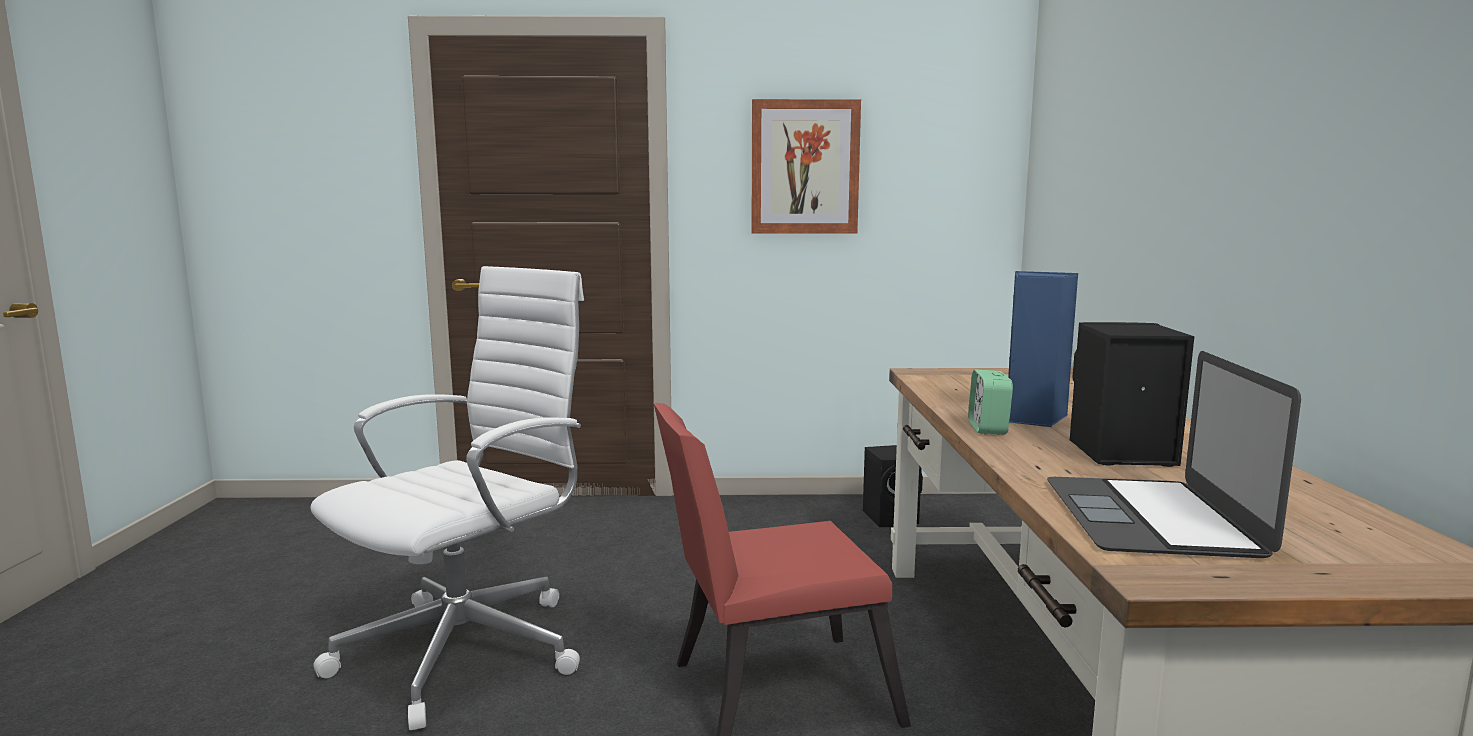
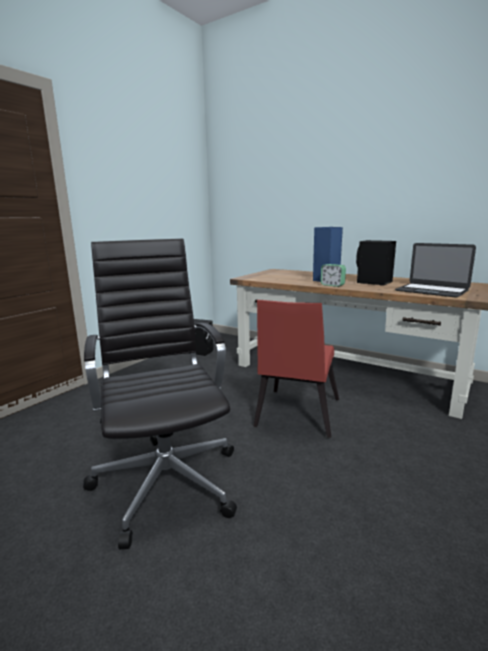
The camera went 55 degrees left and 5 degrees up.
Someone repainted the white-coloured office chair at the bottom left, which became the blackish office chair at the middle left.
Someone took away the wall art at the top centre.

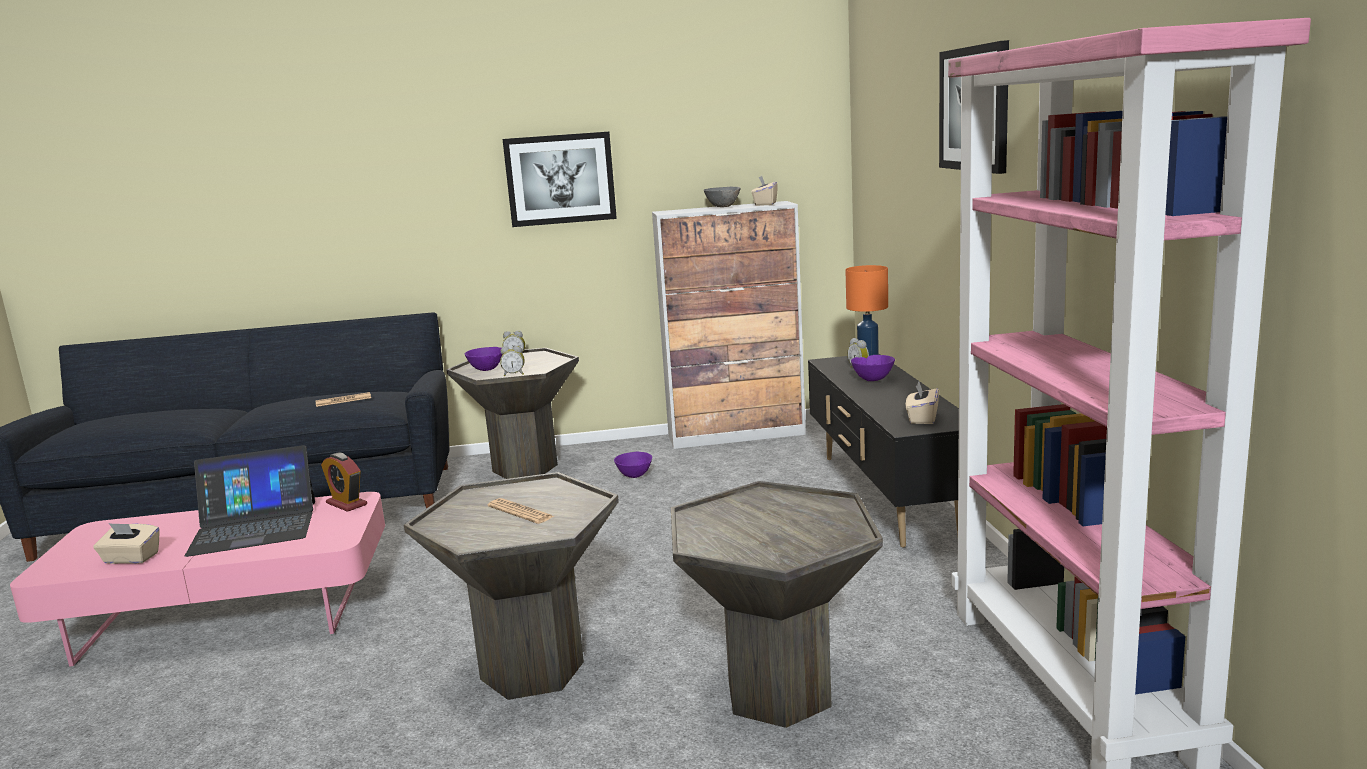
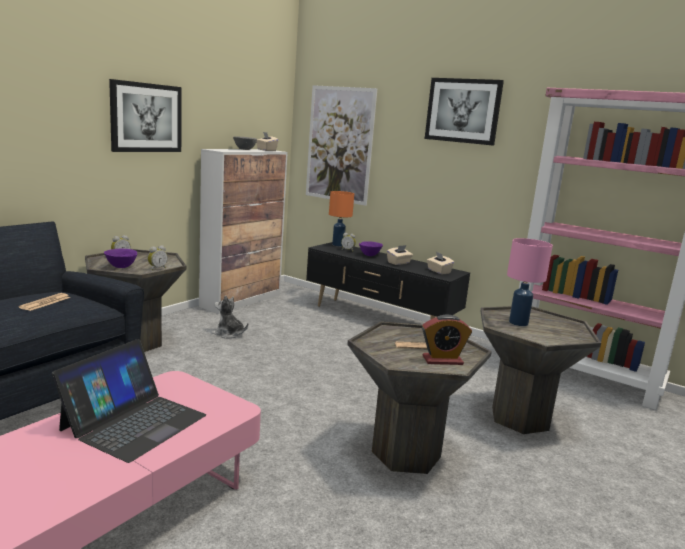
The camera went 50 degrees left and 0 degrees up.
Someone swapped the purplish deep dish (2nd from left) at the centre for the soft toy at the centre.
Someone put up the wall art (2nd from left) at the top centre.
Someone carried the sand-coloured tissue box (1st from left in the first image) from the bottom left to the centre.
Someone carried the table clock (1st from left in the first image) from the middle left to the centre.
Someone put down the pink tabletop lamp at the middle right.

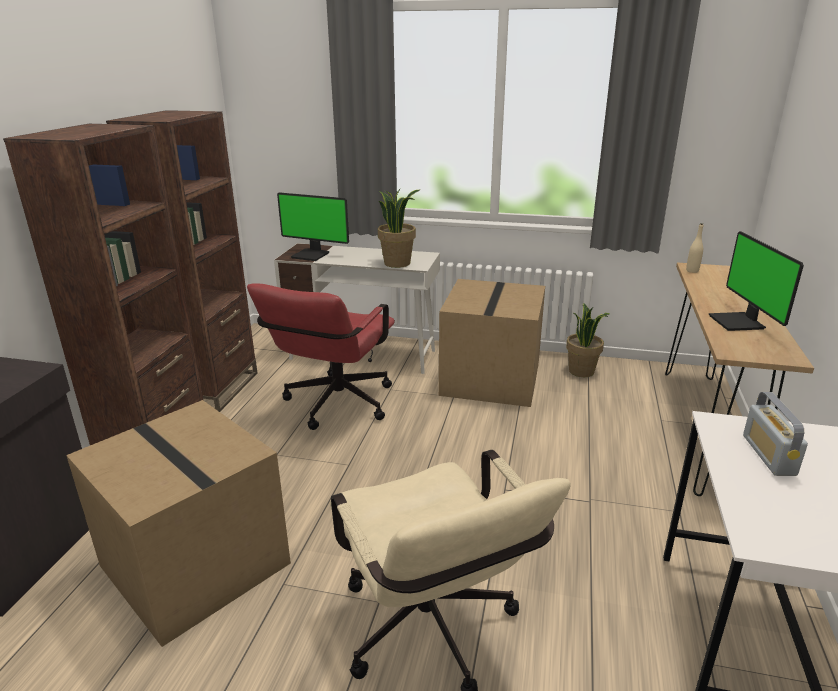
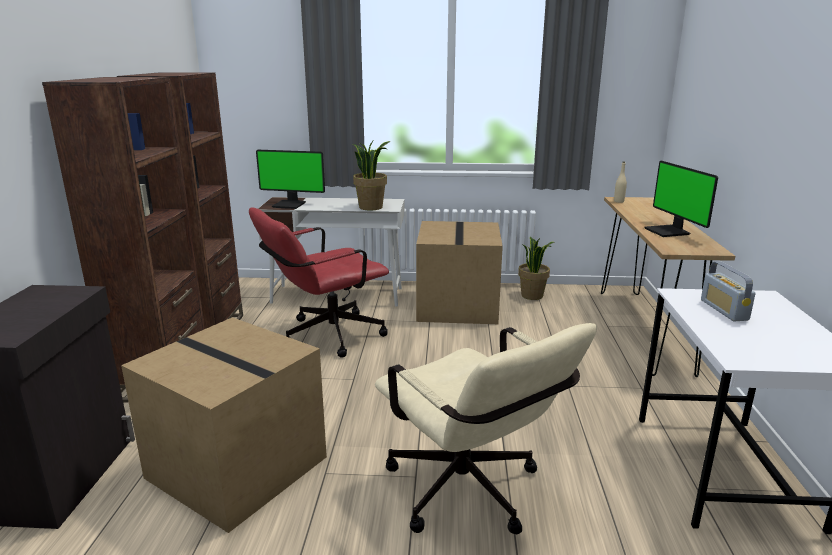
The camera went 10 degrees left and 5 degrees down.
Someone rotated the red office chair at the centre by 45 degrees clockwise.

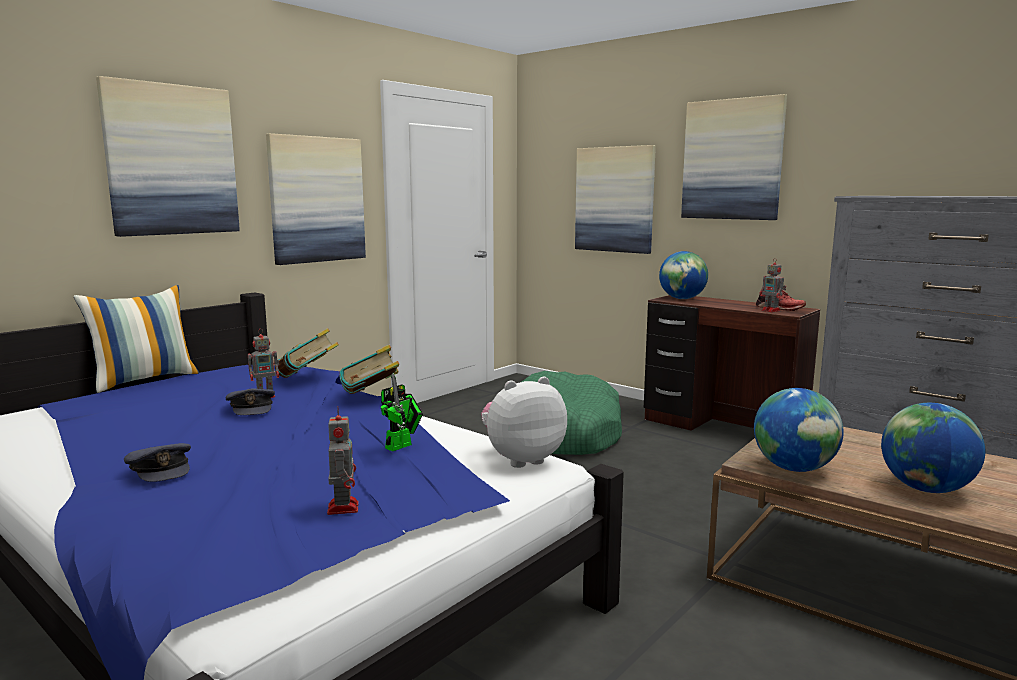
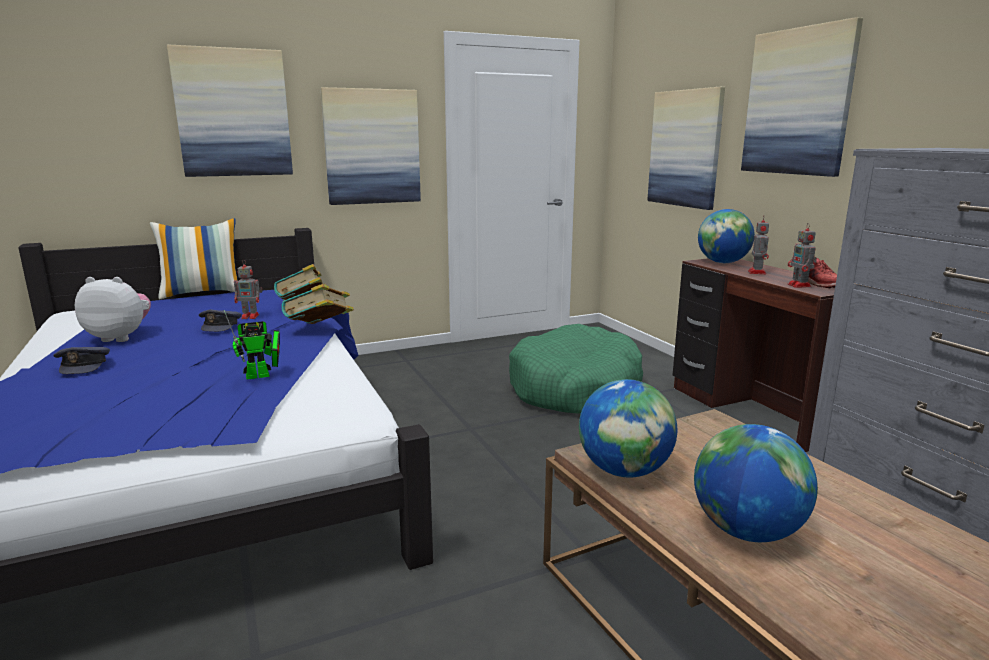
The camera went 25 degrees right and 5 degrees up.
Someone carried the soft toy from the centre to the middle left.
Someone carried the robot figure (2nd from left in the first image) from the bottom centre to the middle right.

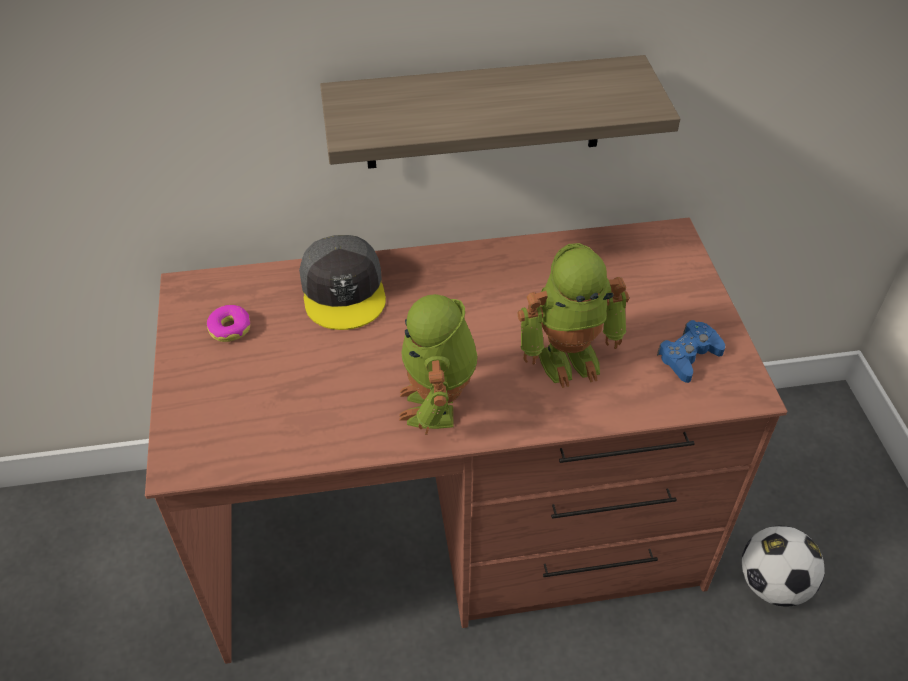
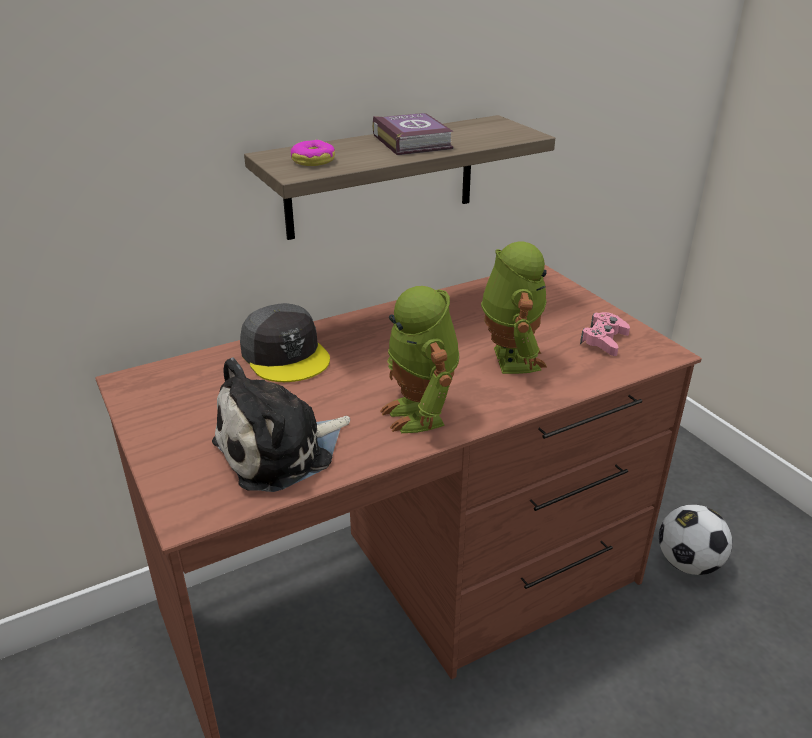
The camera went 20 degrees left and 15 degrees down.
Someone put down the soft toy at the centre.
Someone carried the ring doughnut from the middle left to the top centre.
Someone put down the bound book at the top centre.
Someone rotated the robot figure (2nd from left) at the centre by 60 degrees counterclockwise.
Someone repainted the blue-coloured gamepad at the middle right, which became the pink gamepad at the middle right.

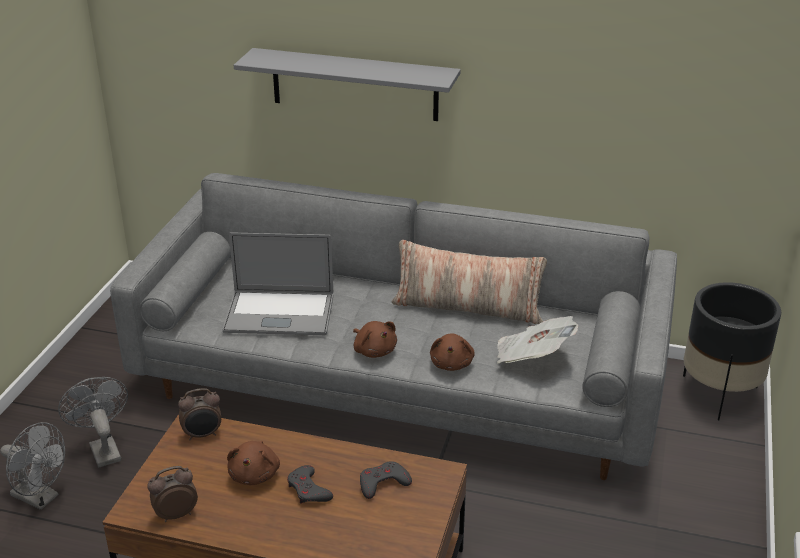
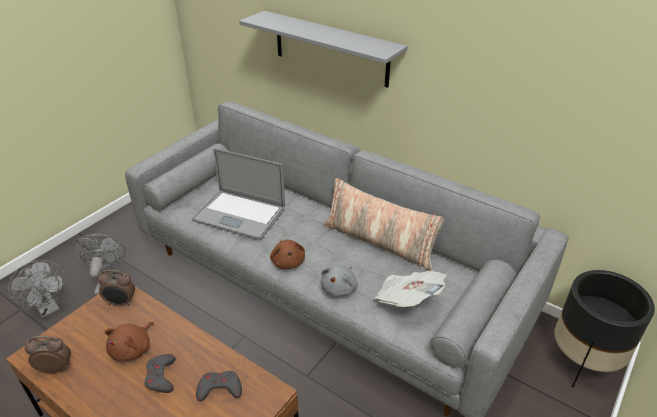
The camera went 20 degrees right and 5 degrees up.
Someone repainted the brownish soft toy (3rd from left) at the centre, which became the greyish soft toy at the bottom centre.

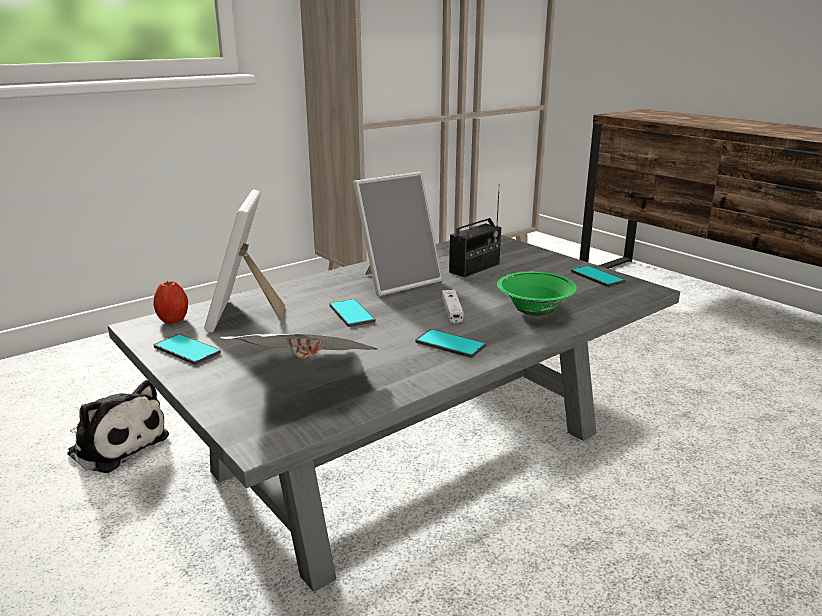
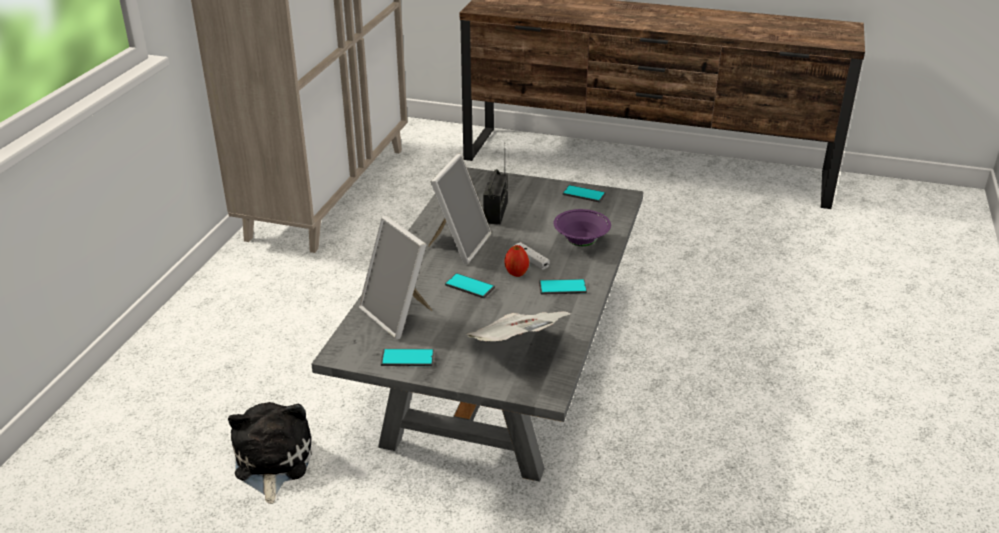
The camera went 35 degrees left and 10 degrees up.
Someone rotated the soft toy at the bottom left by 90 degrees counterclockwise.
Someone carried the apple from the middle left to the centre.
Someone repainted the green-coloured deep dish at the centre, which became the purplish deep dish at the centre.

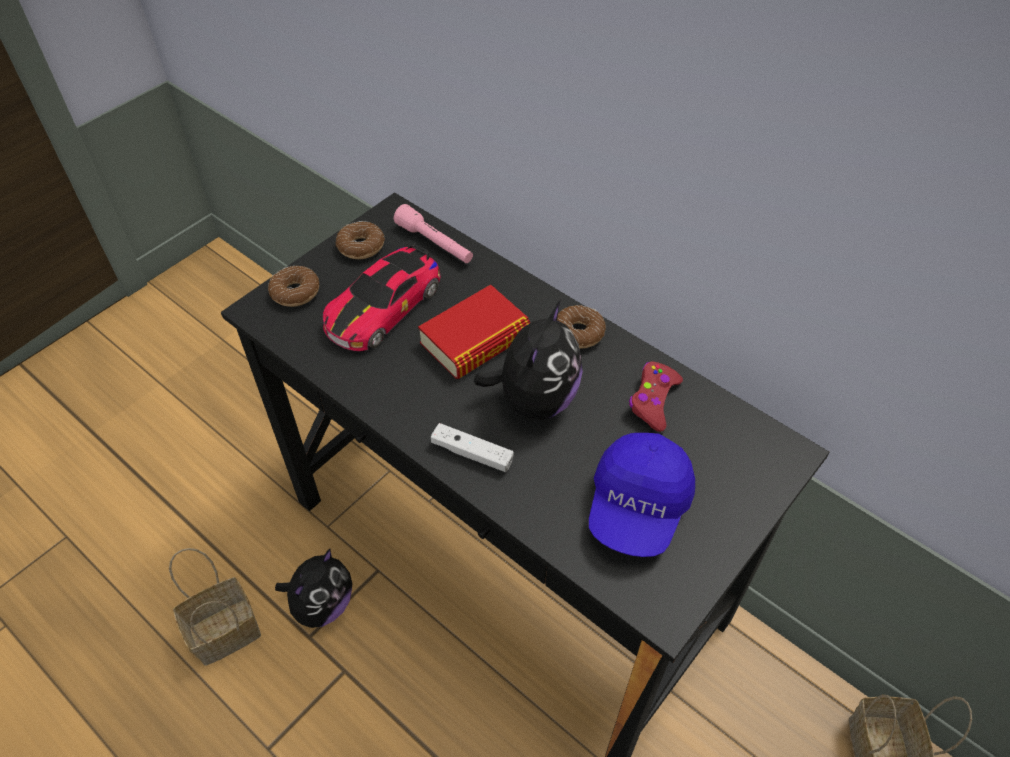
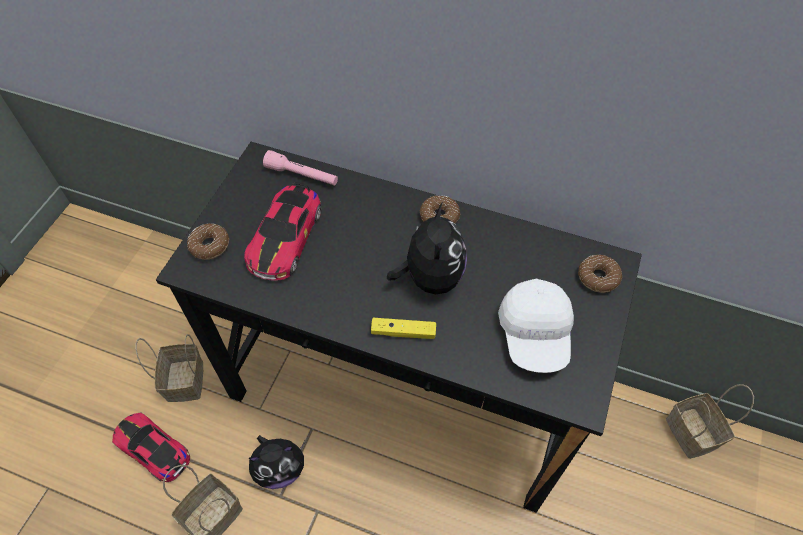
The camera went 20 degrees left and 5 degrees up.
Someone put down the model car (1st from left) at the bottom left.
Someone put down the storage basket (1st from left) at the bottom left.
Someone rotated the soft toy (1st from left) at the bottom left by 60 degrees clockwise.
Someone repainted the white-coloured gamepad at the centre, which became the yellow-coloured gamepad at the centre.
Someone repainted the blue-coloured baseball cap at the centre, which became the white-coloured baseball cap at the middle right.
Someone carried the ring doughnut (2nd from left in the first image) from the top centre to the middle right.
Someone took away the bound book at the centre.
Someone took away the red gamepad at the centre.

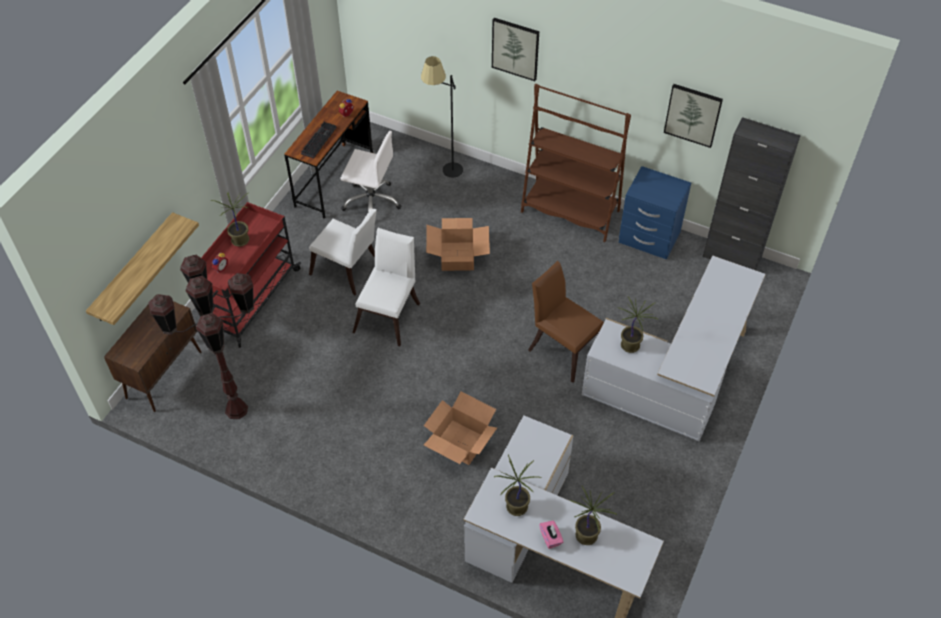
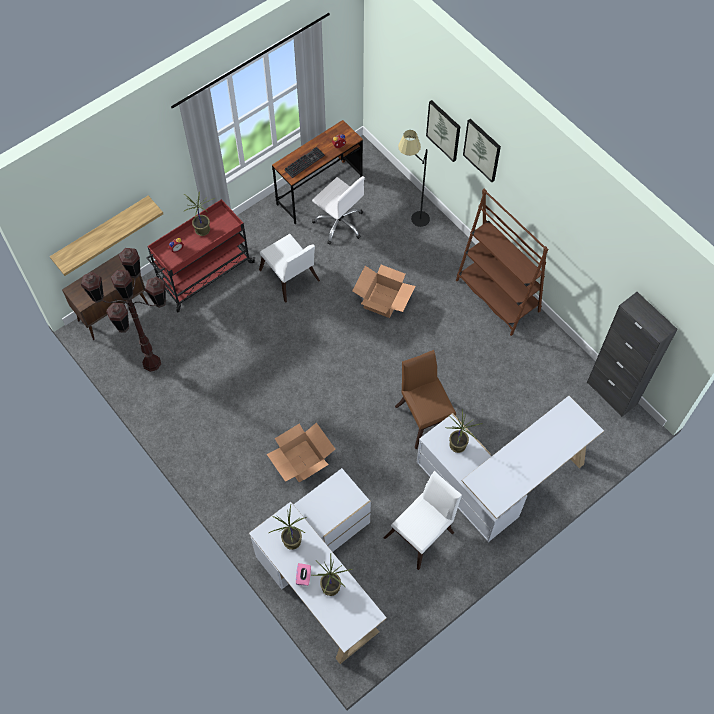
The camera went 25 degrees right and 10 degrees up.
Someone carried the white-coloured chair (2nd from left) from the centre to the bottom centre.
Someone carried the wall art (2nd from left in the first image) from the top right to the top centre.
Someone took away the blue-coloured nightstand at the middle right.

